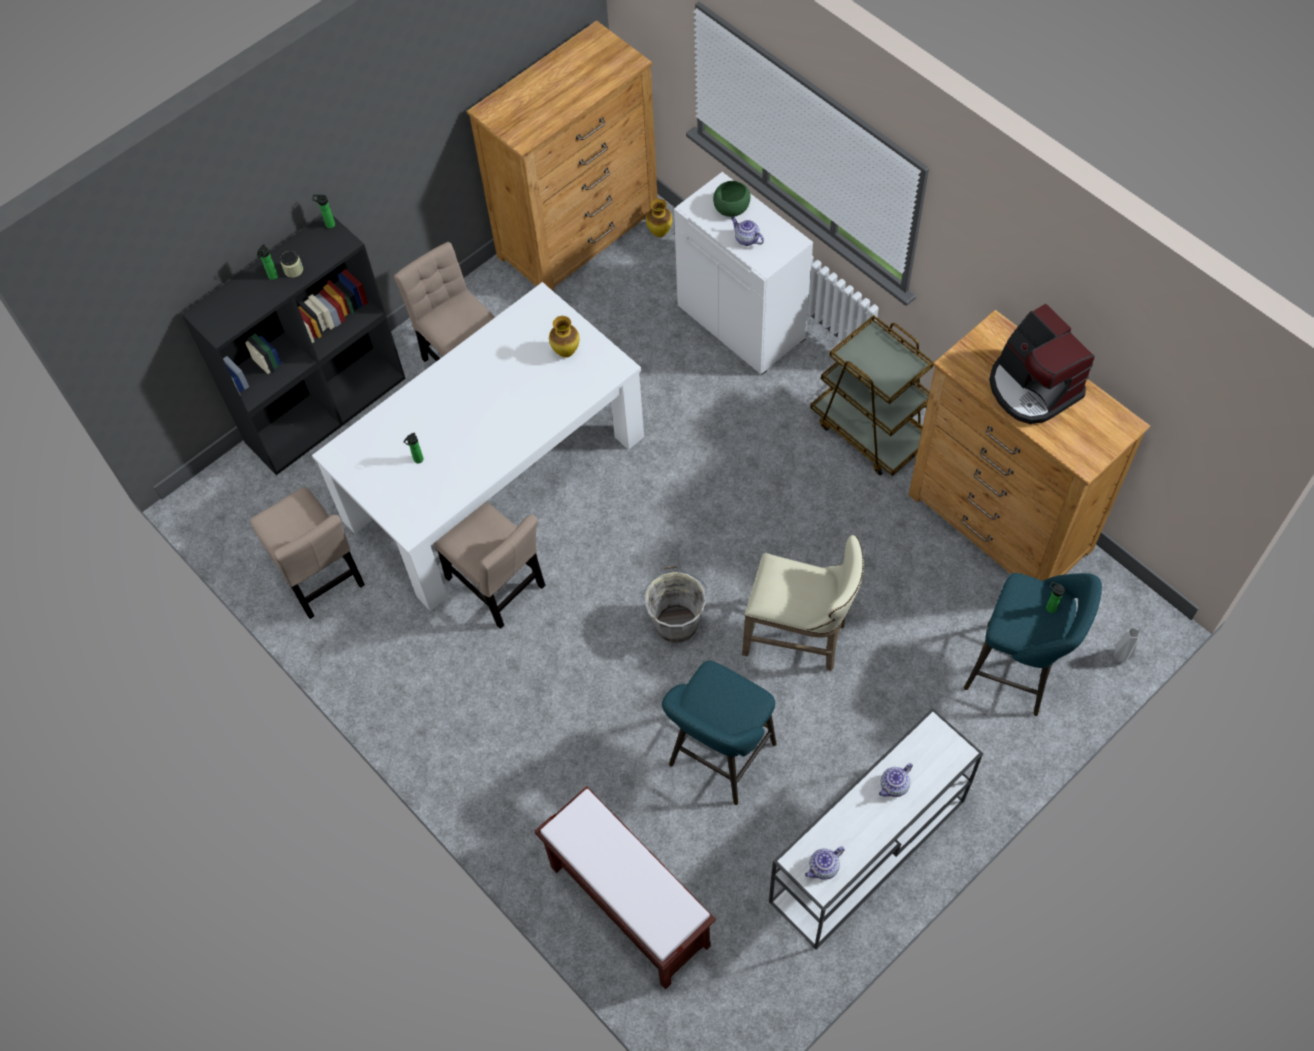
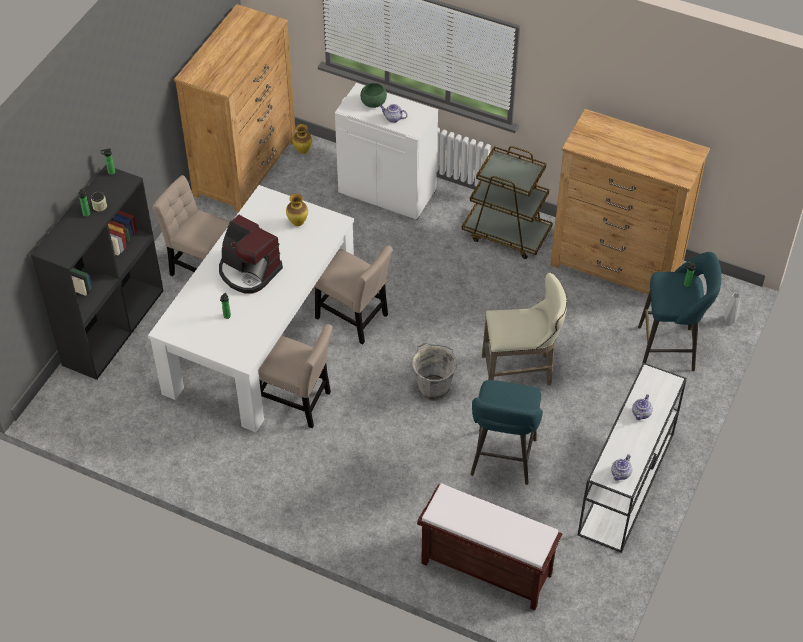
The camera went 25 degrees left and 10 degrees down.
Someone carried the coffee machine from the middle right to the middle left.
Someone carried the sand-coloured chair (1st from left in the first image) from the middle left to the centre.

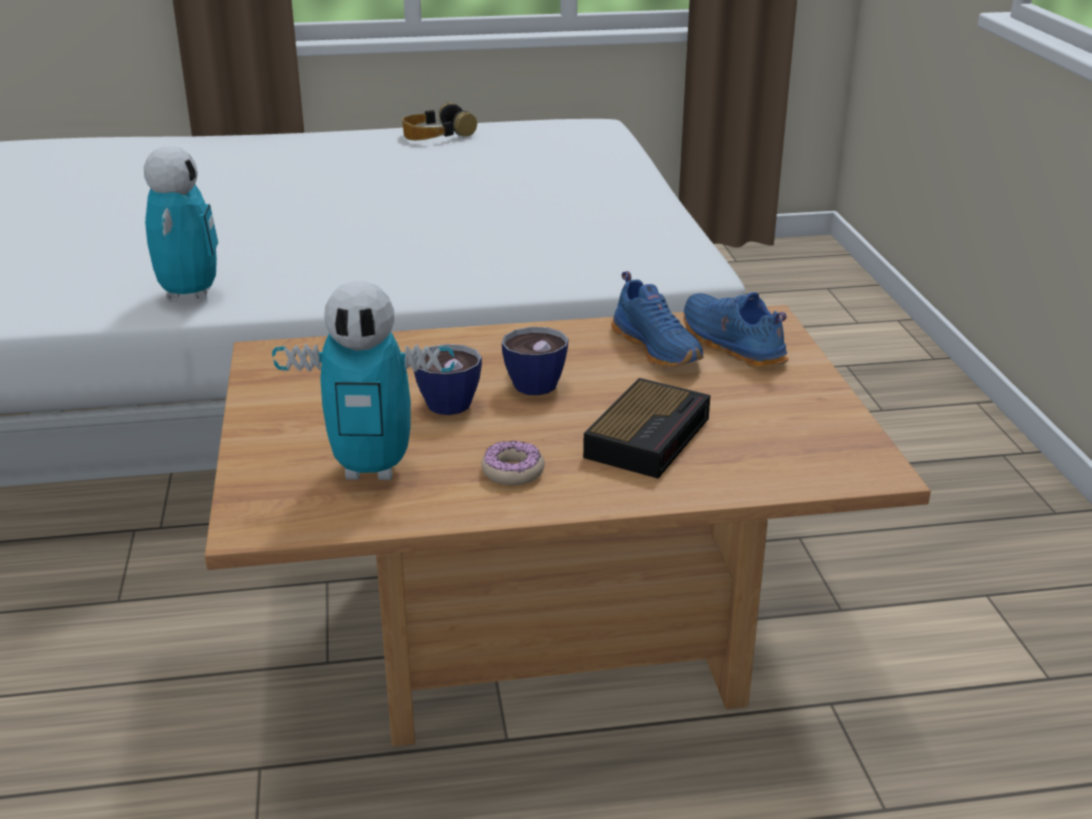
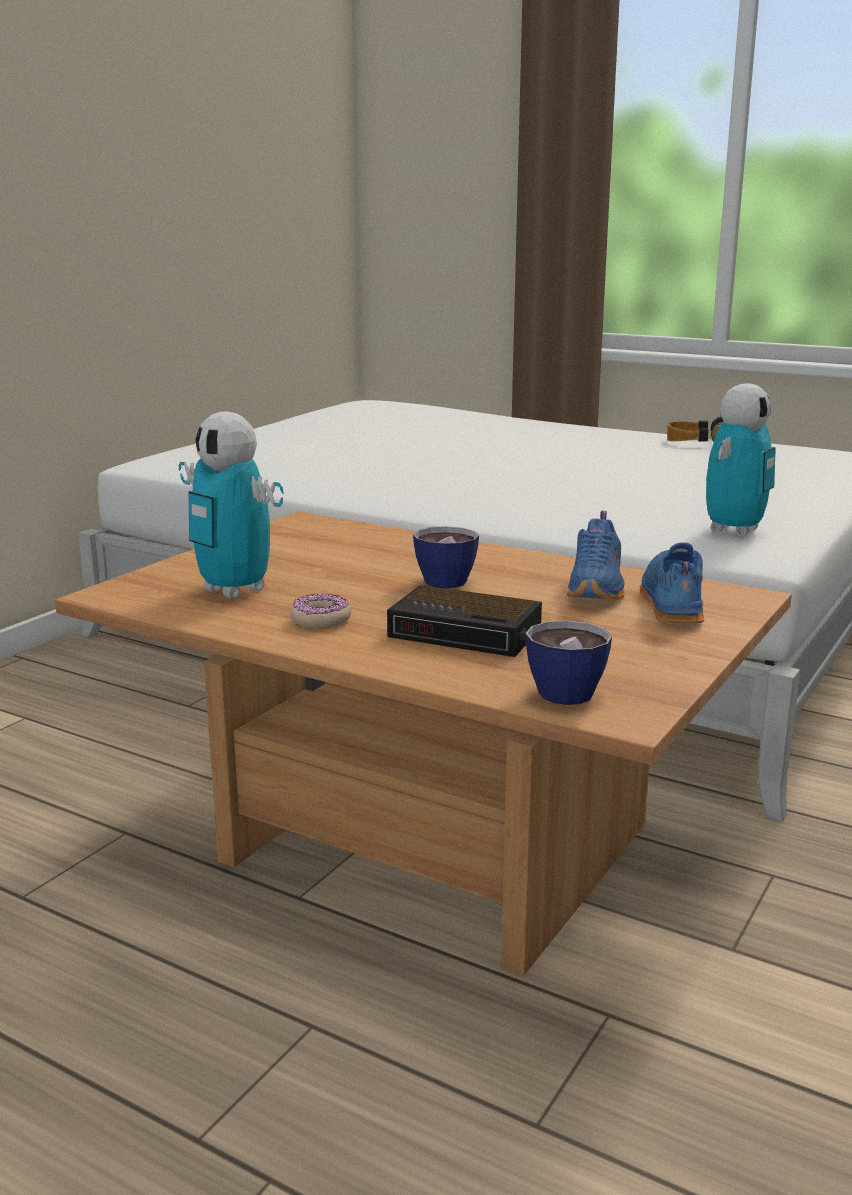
The camera went 40 degrees right and 10 degrees down.
Someone rotated the table clock at the centre by 45 degrees clockwise.
Someone carried the small cup (1st from left in the first image) from the centre to the middle right.
Someone carried the robot figure (1st from left in the first image) from the top left to the middle right.

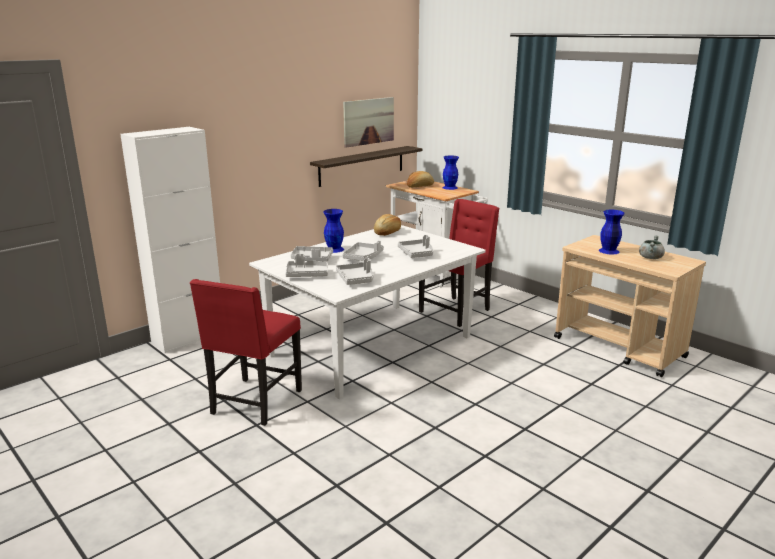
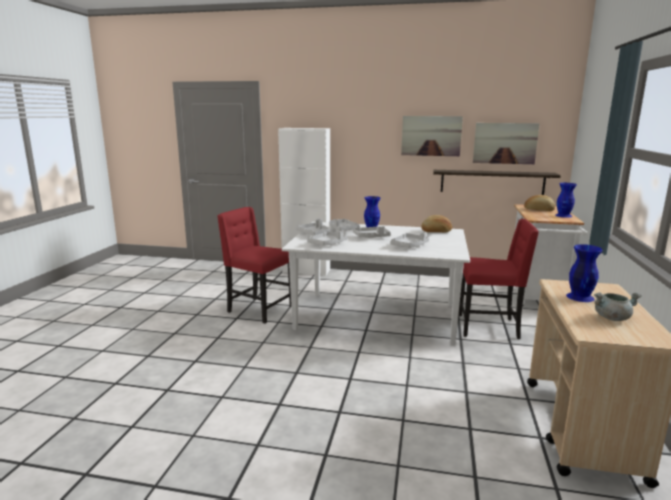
The camera went 55 degrees right and 5 degrees down.
Someone rotated the red chair (1st from left) at the middle left by 45 degrees clockwise.
Someone put up the wall art (1st from left) at the top centre.

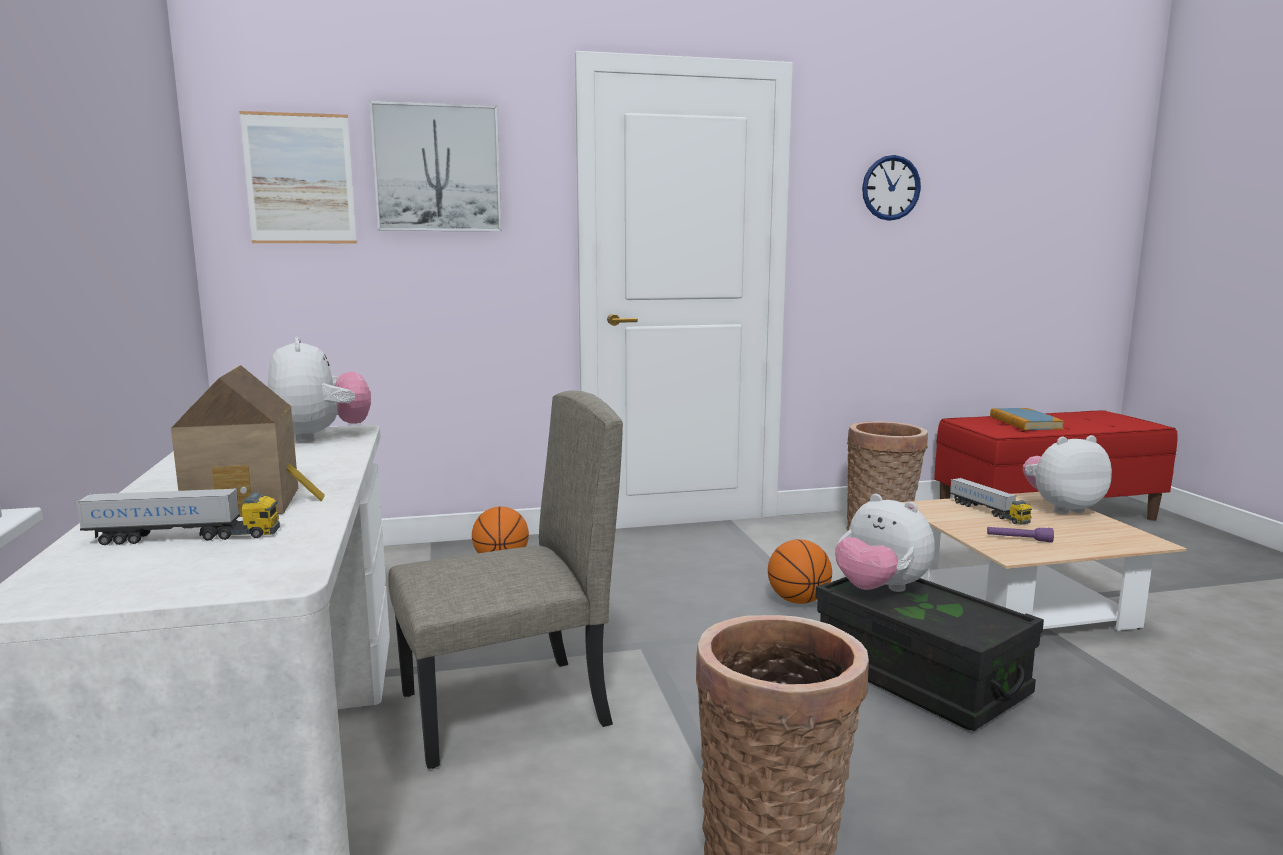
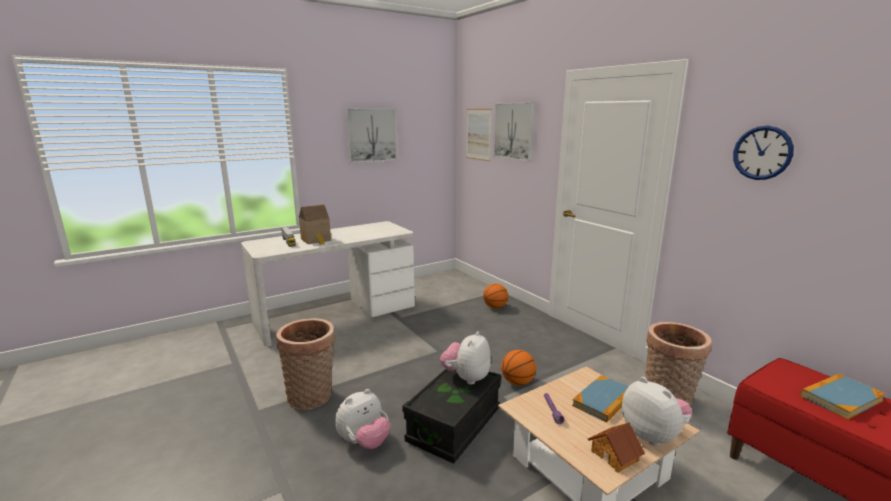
The camera went 70 degrees right and 5 degrees up.
Someone carried the soft toy (1st from left) from the middle left to the bottom centre.
Someone put up the wall art (1st from left) at the top centre.
Someone swapped the model truck (2nd from left) at the middle right for the bound book (1st from left) at the bottom right.
Someone put down the model house (2nd from left) at the bottom right.
Someone took away the sand-coloured chair at the bottom centre.

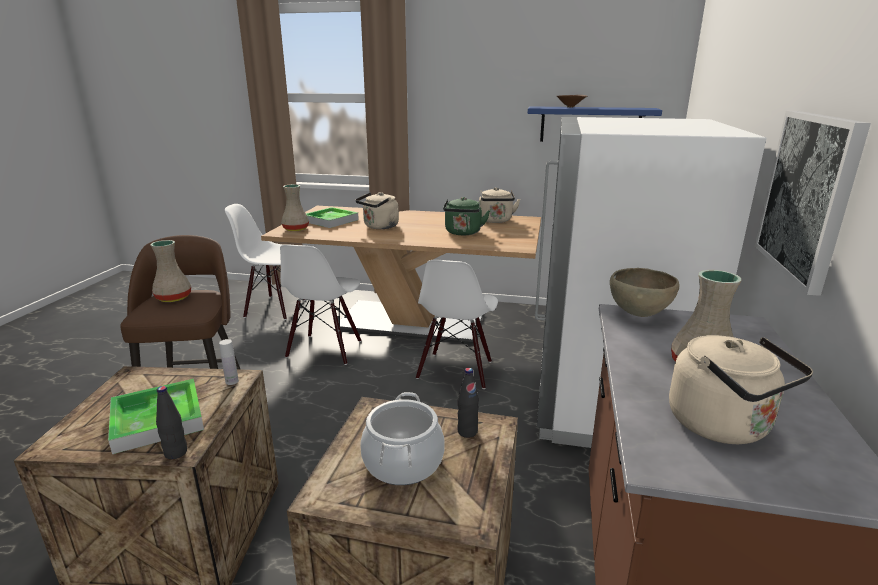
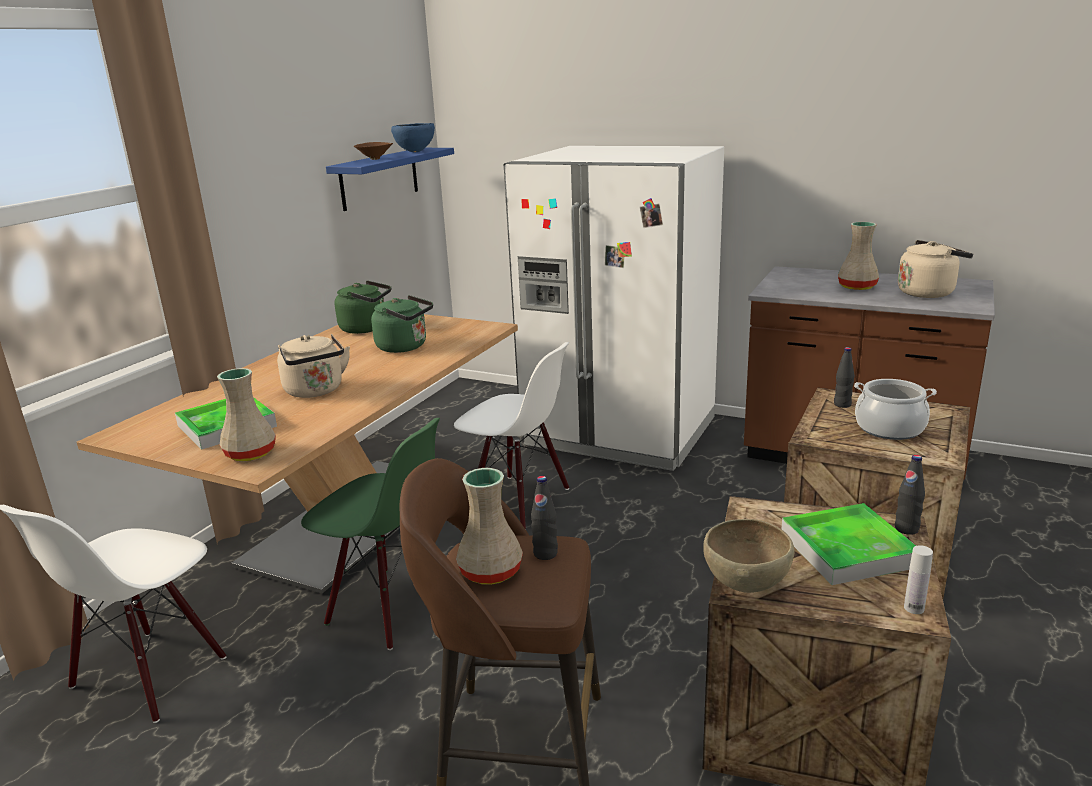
The camera went 75 degrees left and 0 degrees up.
Someone repainted the white-coloured chair (2nd from left) at the centre, which became the green-coloured chair at the bottom centre.
Someone repainted the sand-coloured water kettle (2nd from left) at the centre, which became the green-coloured water kettle (1st from left) at the middle left.
Someone put down the blue-coloured deep dish at the top centre.
Someone put down the blackish beverage bottle (1st from left) at the centre.
Someone carried the brownish deep dish (2nd from left) from the middle right to the bottom right.
Someone carried the white-coloured beverage bottle from the middle left to the bottom right.
Someone took away the wall art at the middle right.

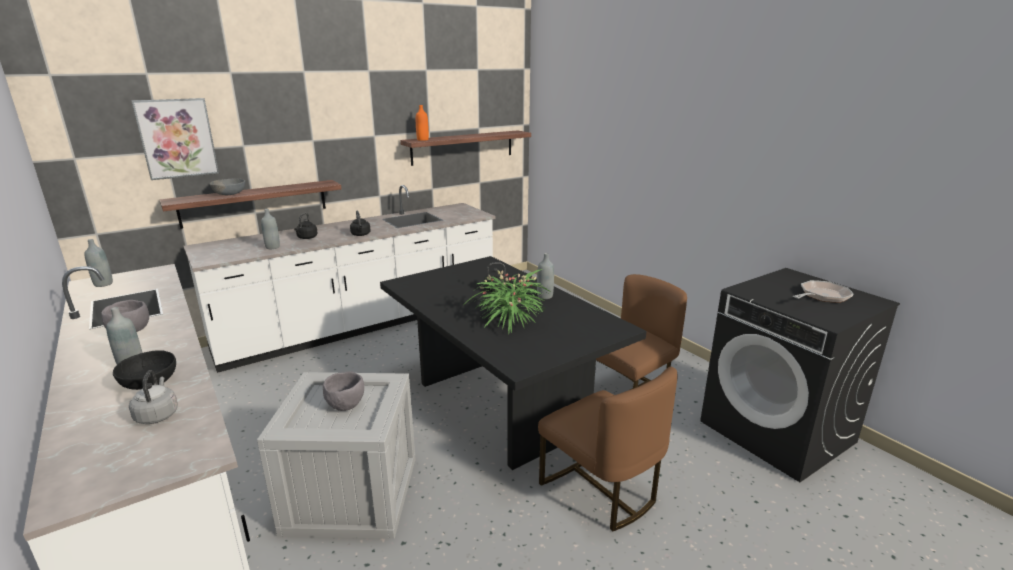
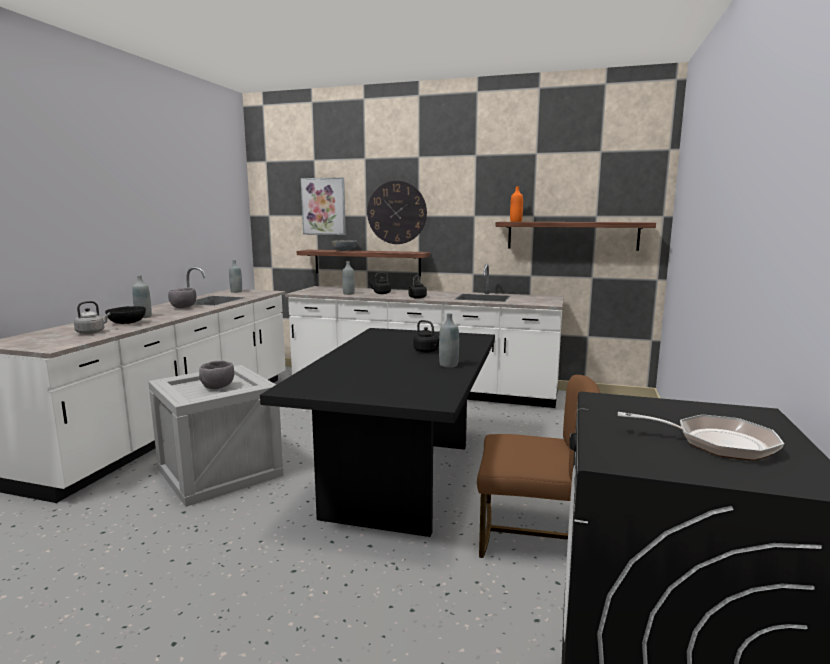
The camera went 50 degrees right and 10 degrees down.
Someone put up the hanging clock at the top centre.
Someone took away the houseplant at the centre.
Someone took away the brownish chair (1st from left) at the bottom centre.

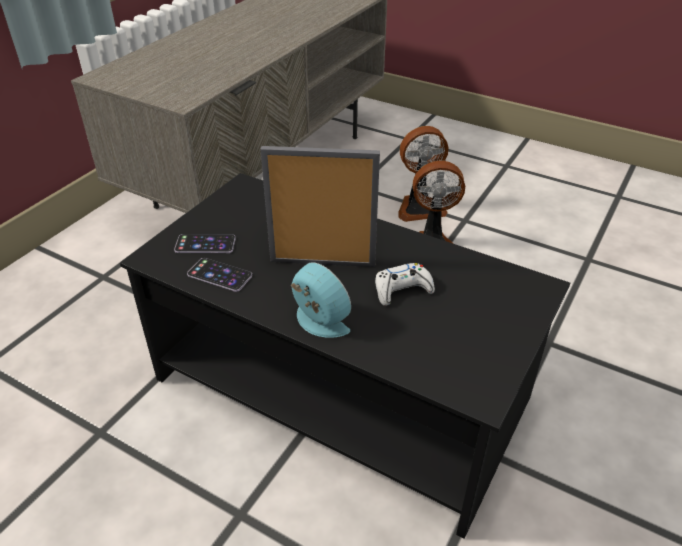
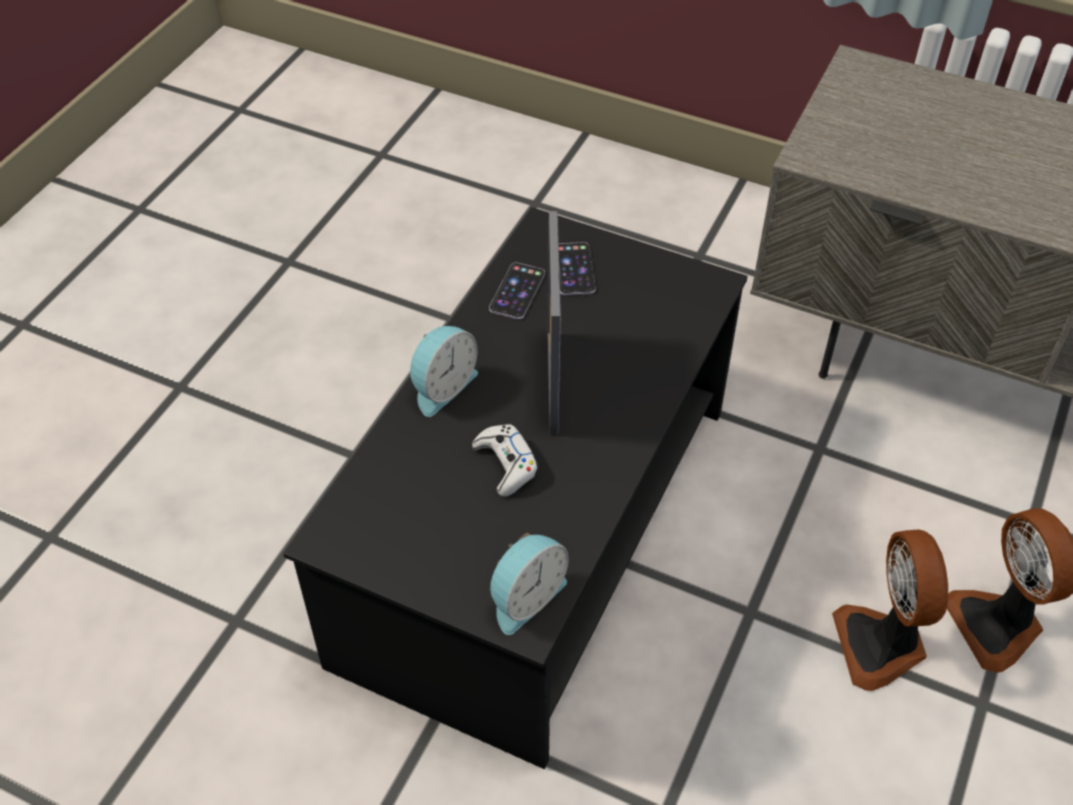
The camera went 85 degrees right and 10 degrees up.
Someone put down the table clock (2nd from left) at the bottom centre.

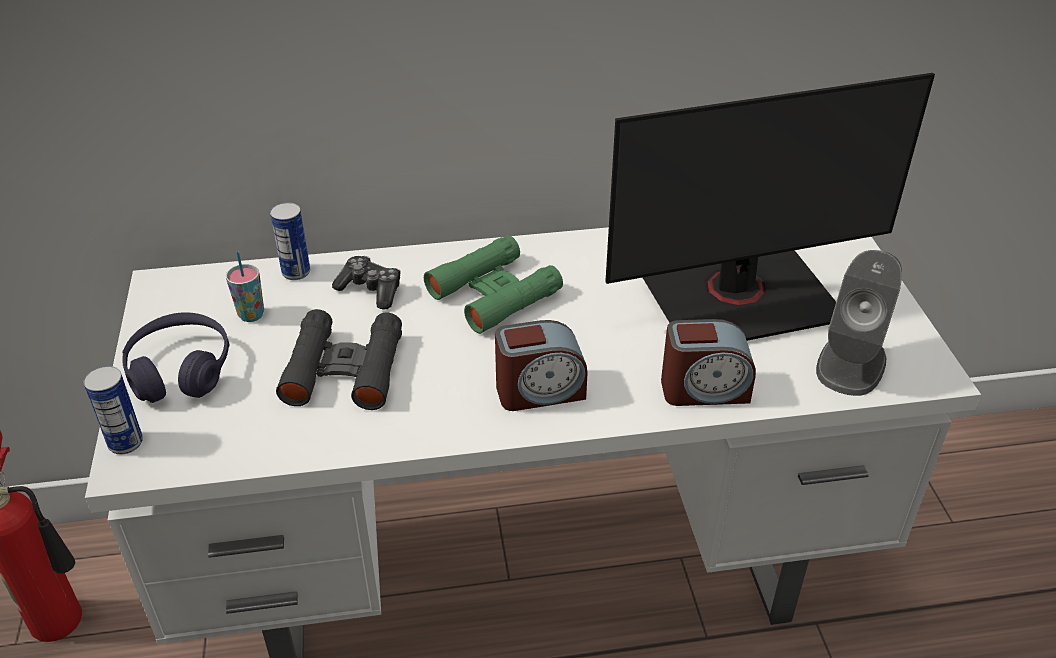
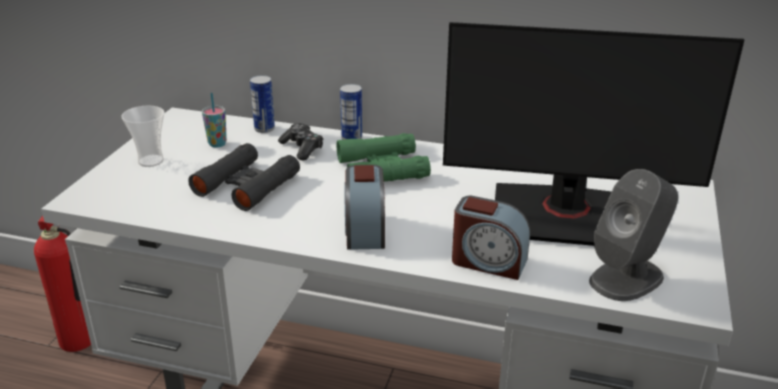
The camera went 25 degrees right and 10 degrees down.
Someone swapped the purplish pair of headphones at the middle left for the small cup (1st from left) at the middle left.
Someone carried the metal can (1st from left in the first image) from the middle left to the top centre.
Someone rotated the table clock (1st from left) at the centre by 75 degrees clockwise.

